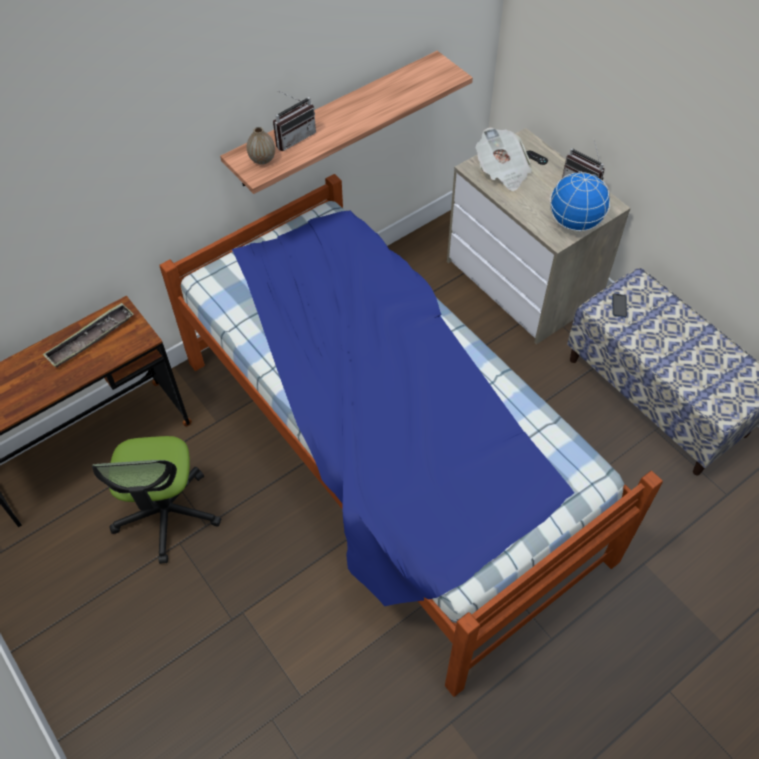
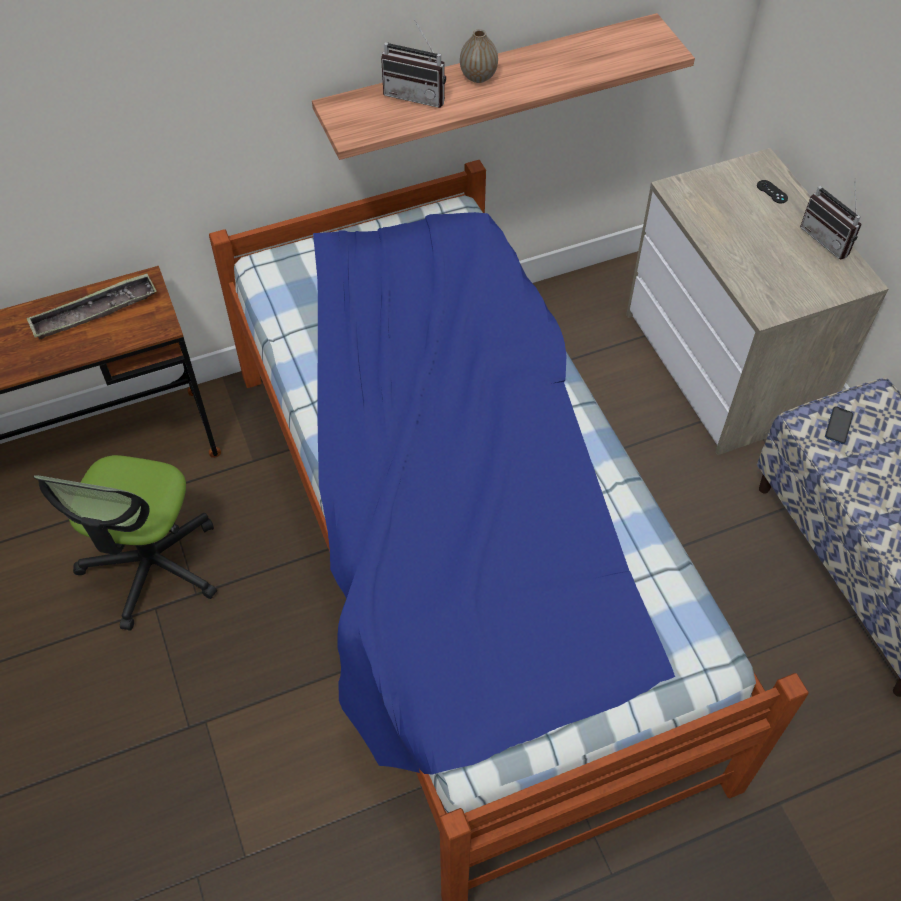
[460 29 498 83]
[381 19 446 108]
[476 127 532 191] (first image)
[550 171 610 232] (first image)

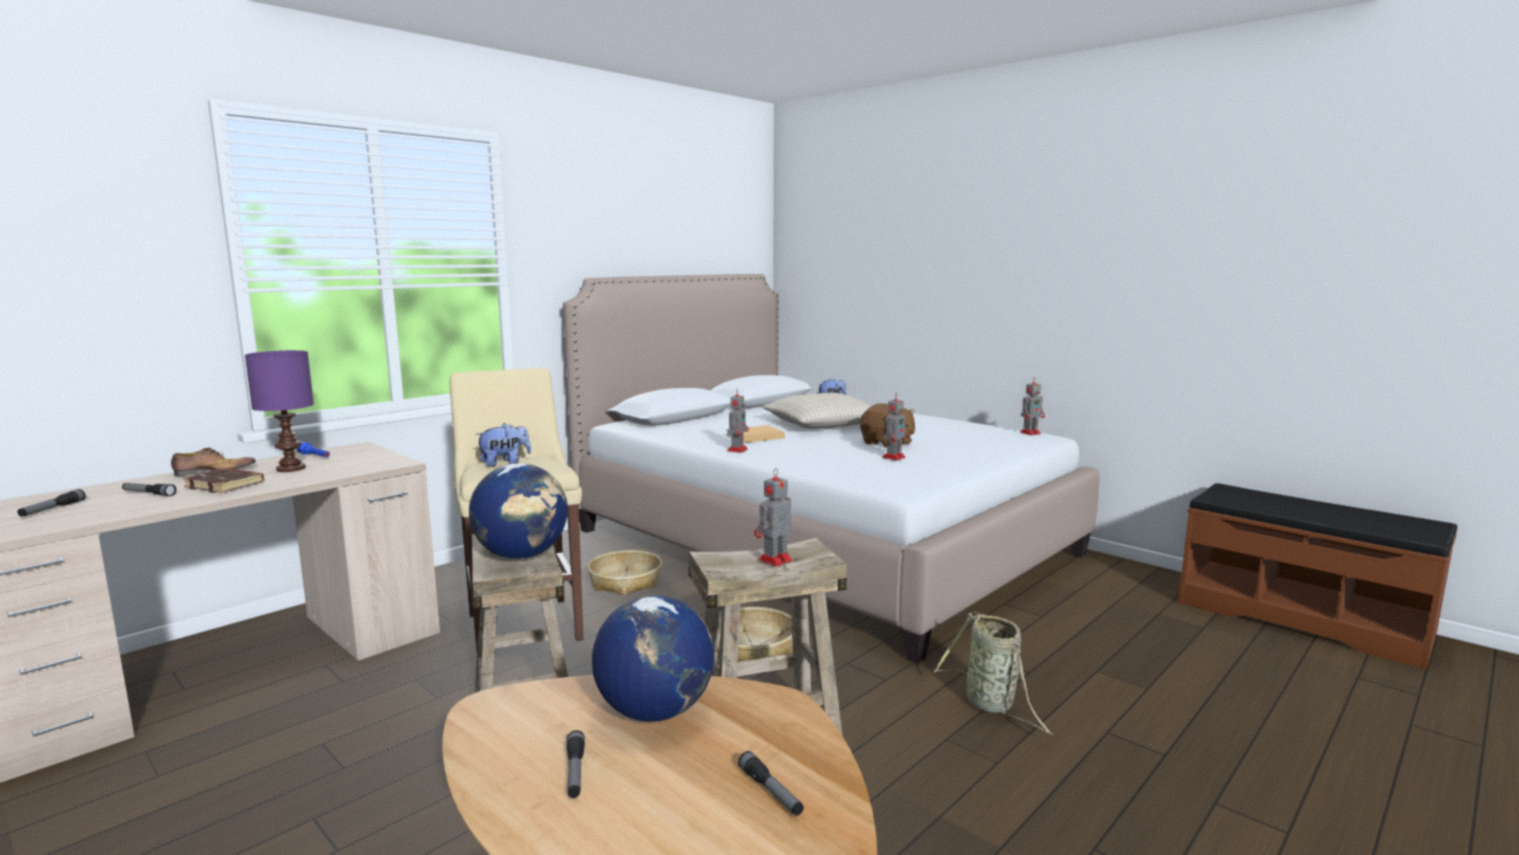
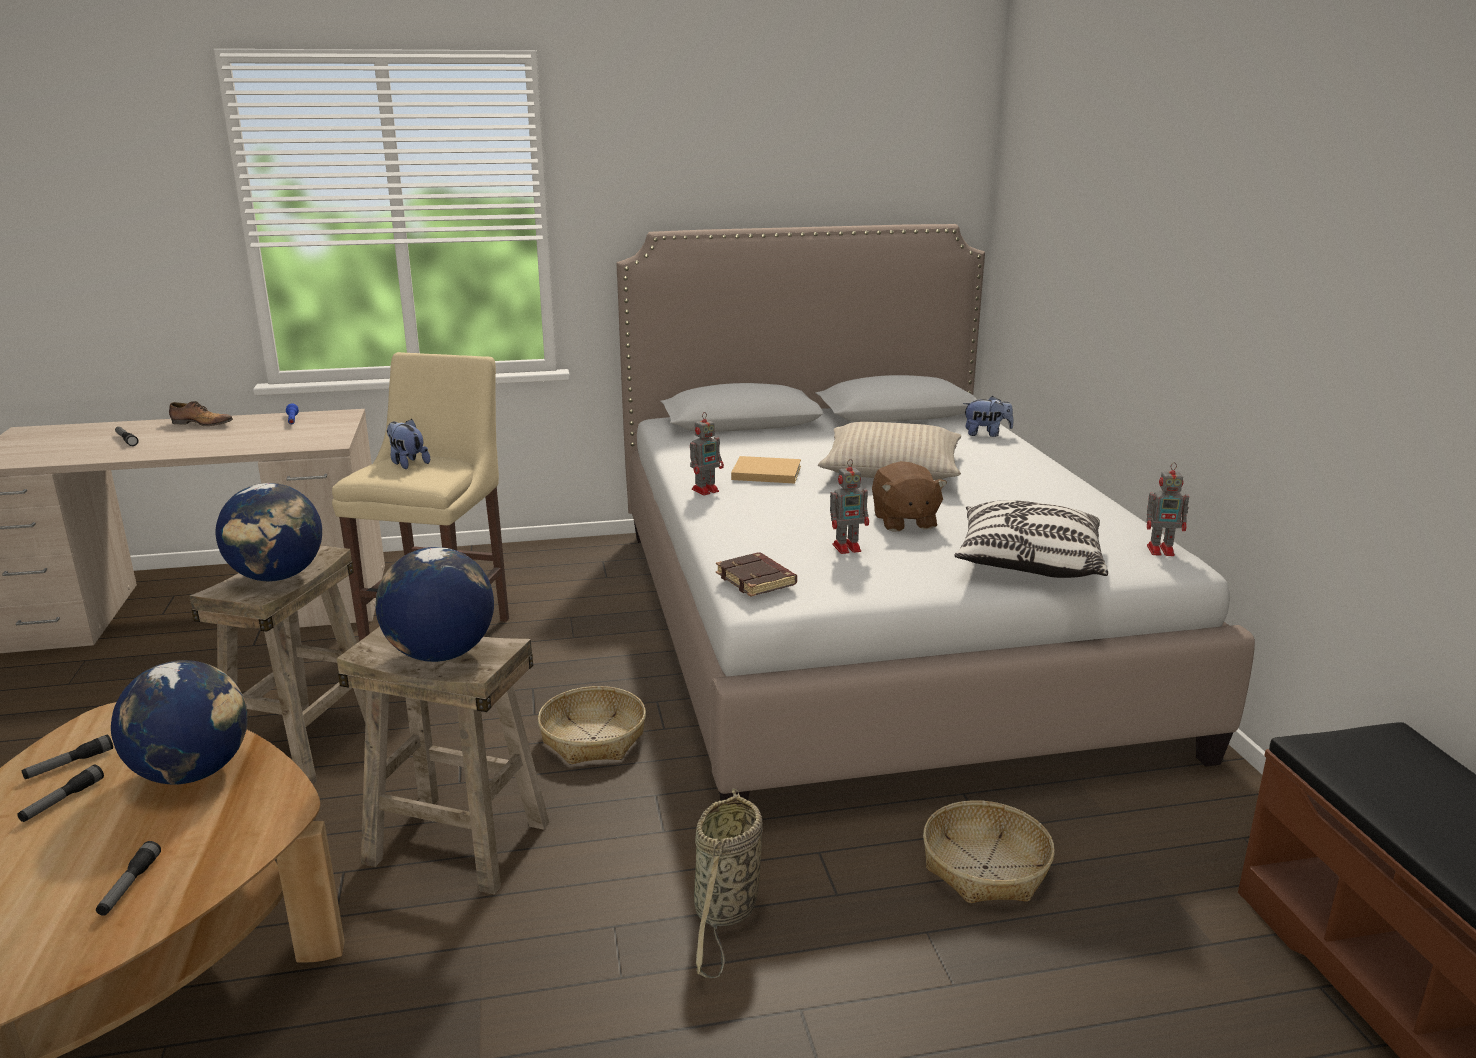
[22 734 113 779]
[716 552 797 597]
[245 350 314 472] (first image)
[387 419 430 469]
[923 800 1055 903]
[376 547 494 662]
[954 500 1108 578]

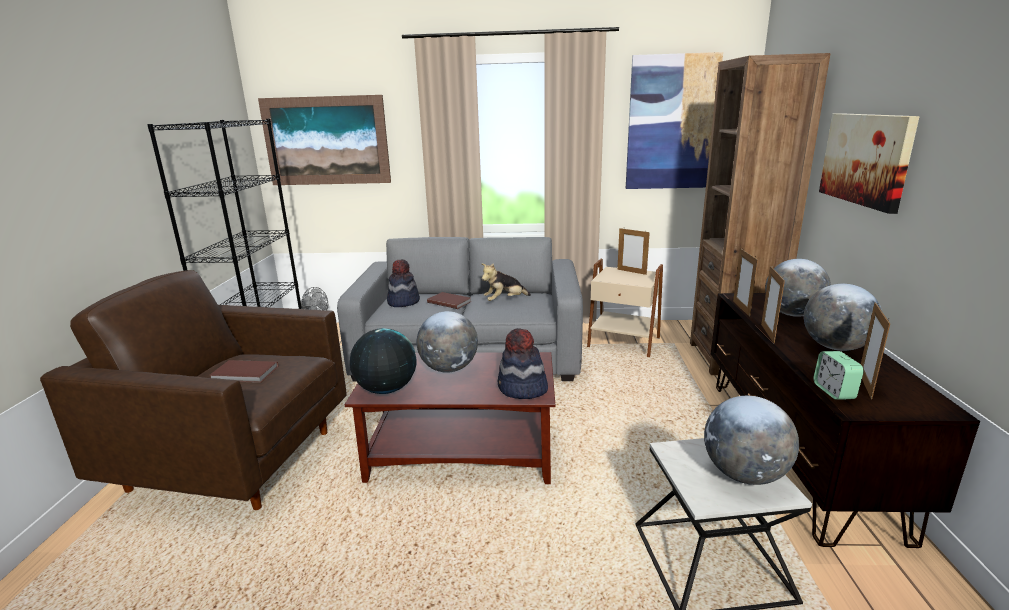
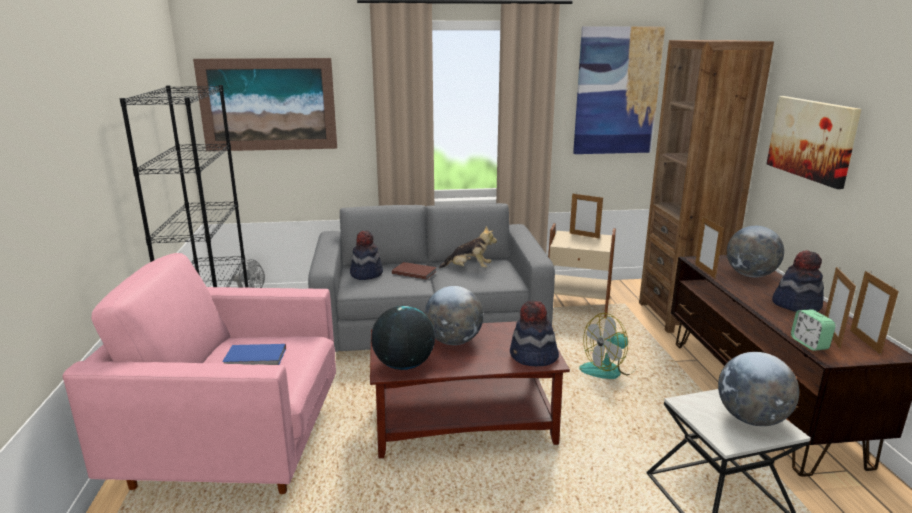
[62 253 336 494]
[222 344 286 365]
[439 226 497 268]
[850 271 899 355]
[772 250 824 312]
[579 313 636 379]

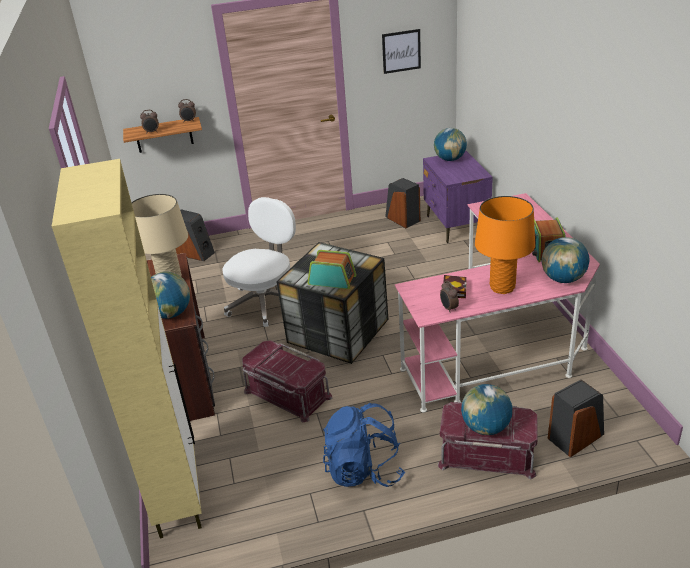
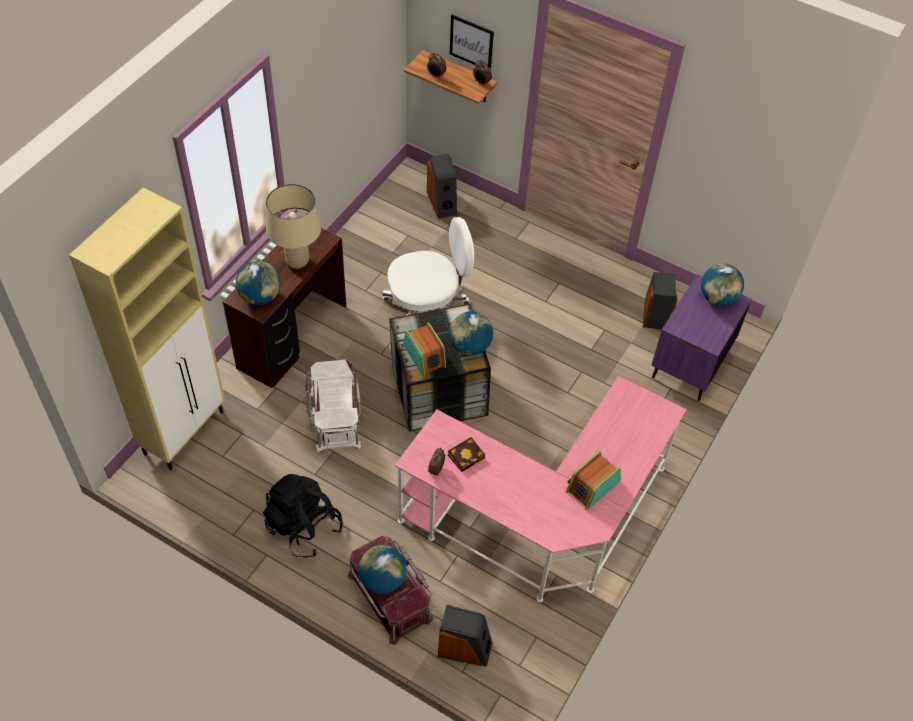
[306 360 362 453]
[263 474 343 558]
[450 15 494 68]
[475 196 535 294] (first image)
[449 311 493 355]

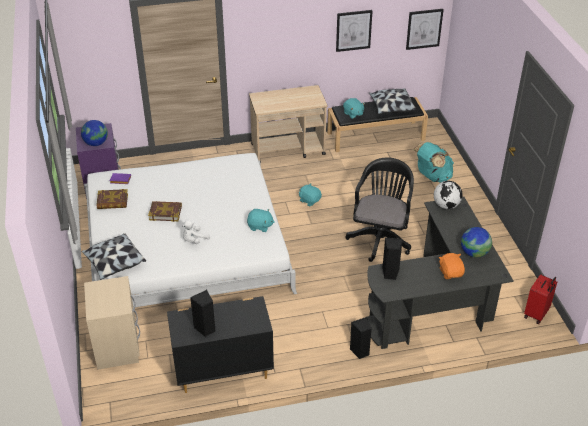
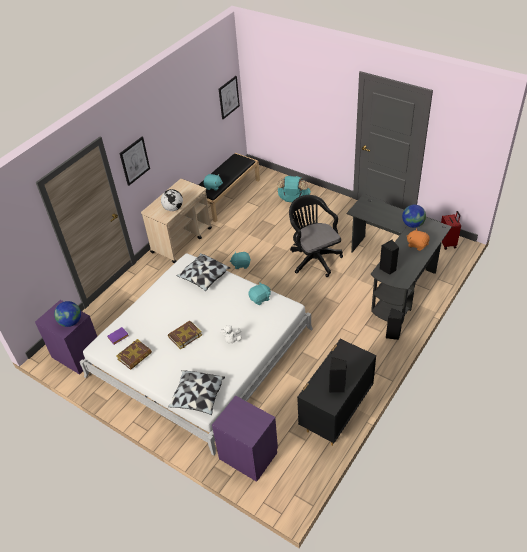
[212 396 278 482]
[119 137 150 186]
[177 253 230 291]
[161 189 183 211]

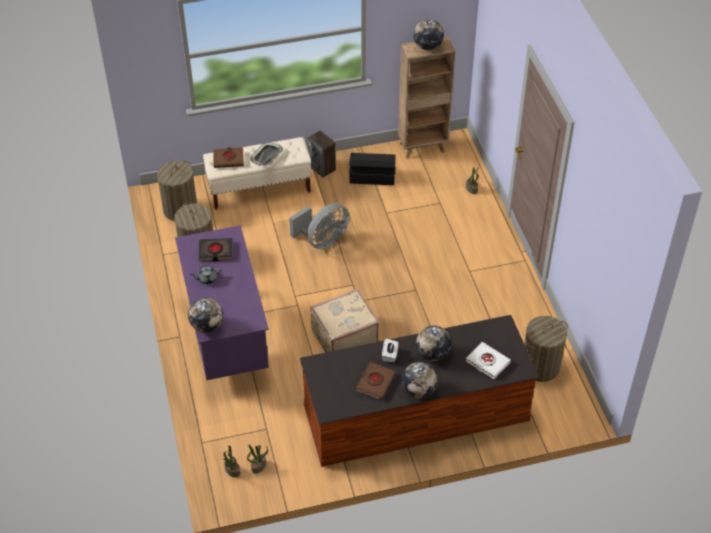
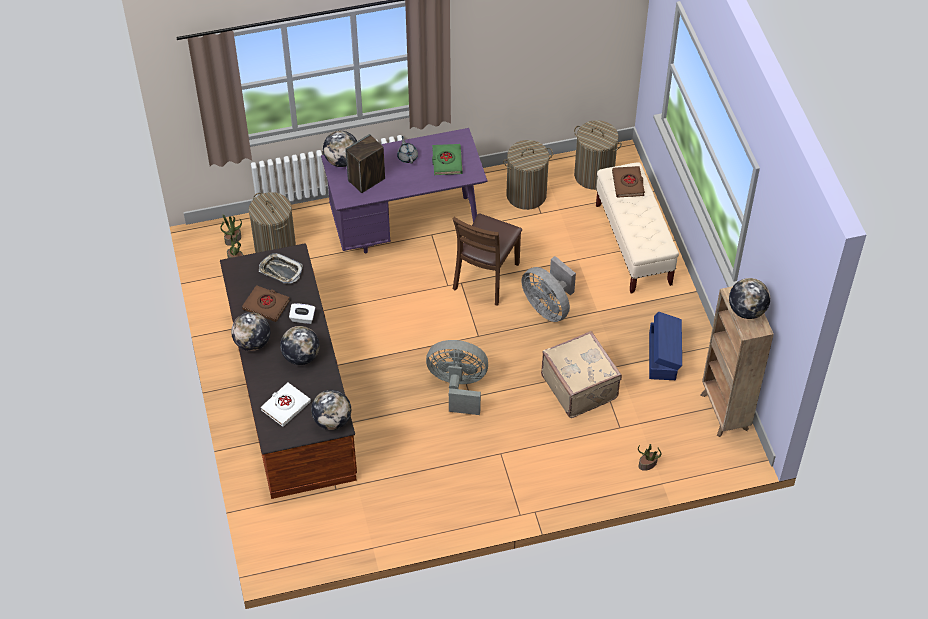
[432 144 463 175]
[259 253 303 283]
[345 134 385 193]
[541 331 622 418]
[649 312 682 380]
[249 192 296 253]
[311 390 351 430]
[426 340 488 415]
[452 213 522 306]

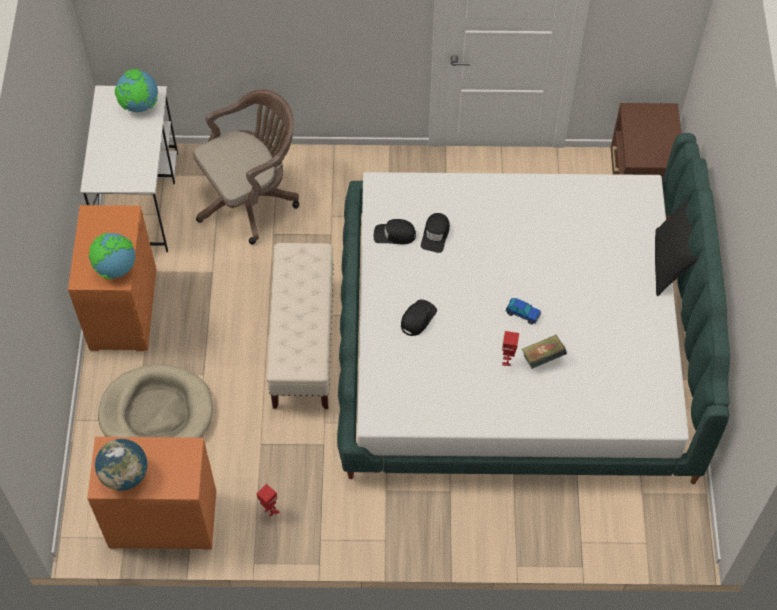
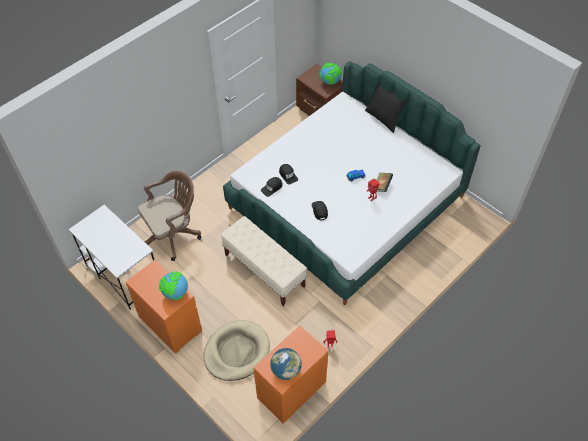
[320 63 342 85]
[138 171 201 261]

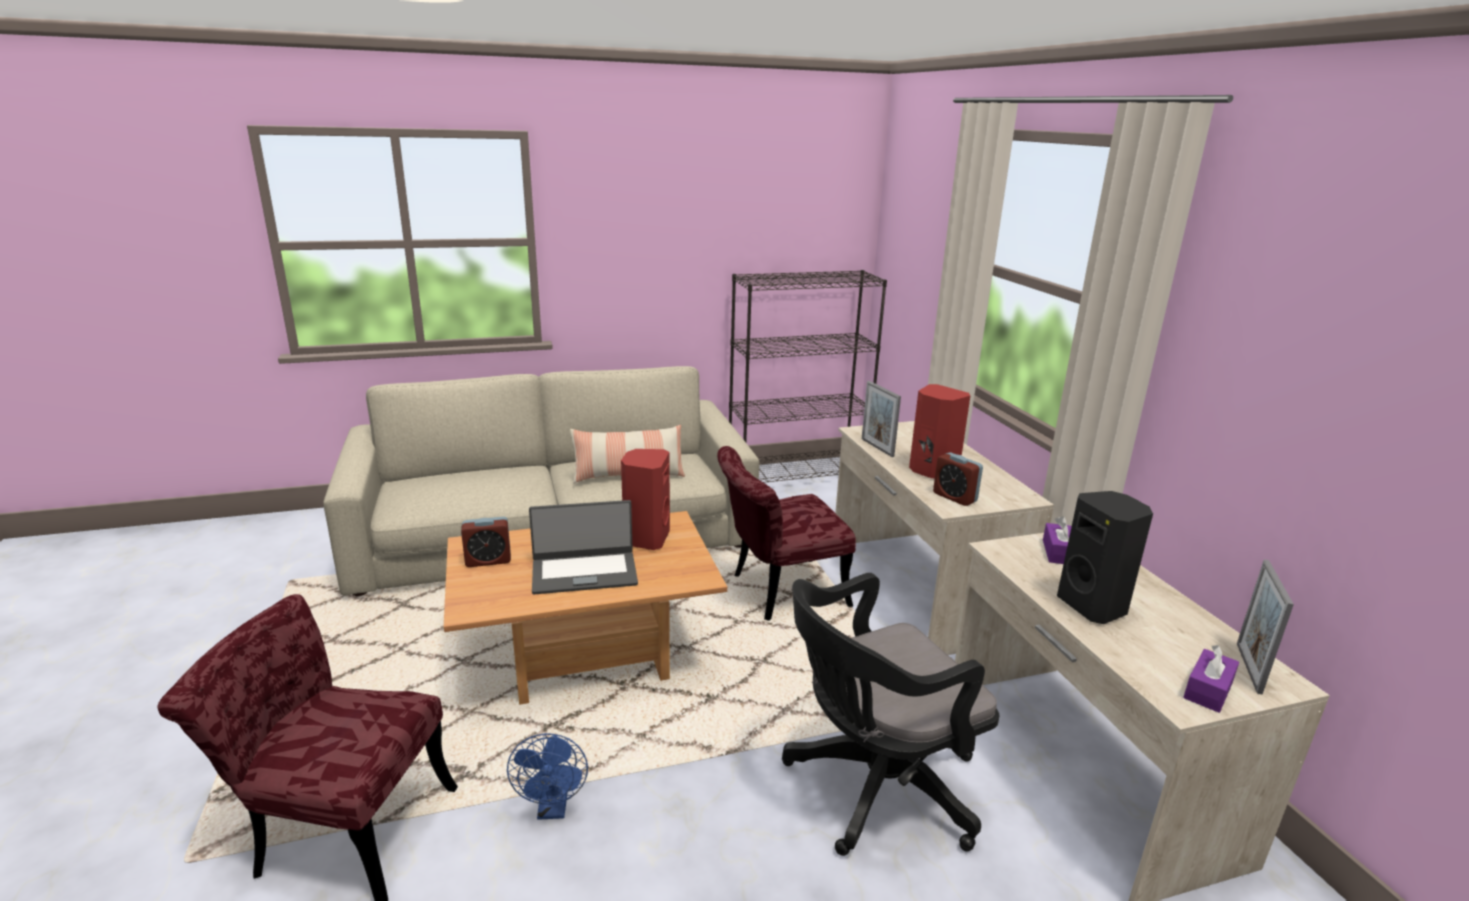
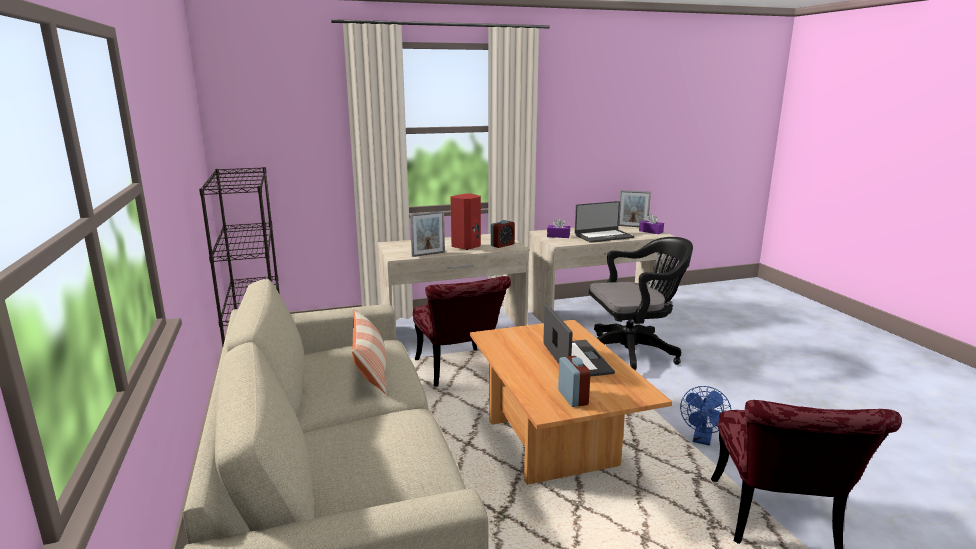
[680 386 731 446]
[621 449 670 550] (first image)
[589 237 693 370]
[575 201 634 243]

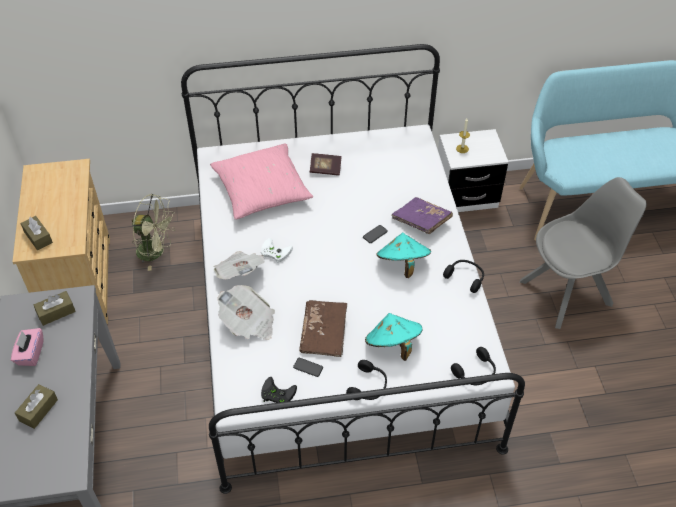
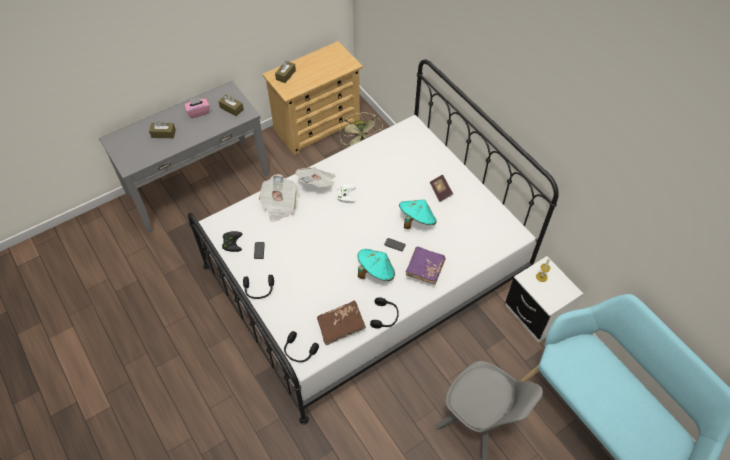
[210 144 313 220] (first image)
[317 301 366 345]
[399 200 437 229]

